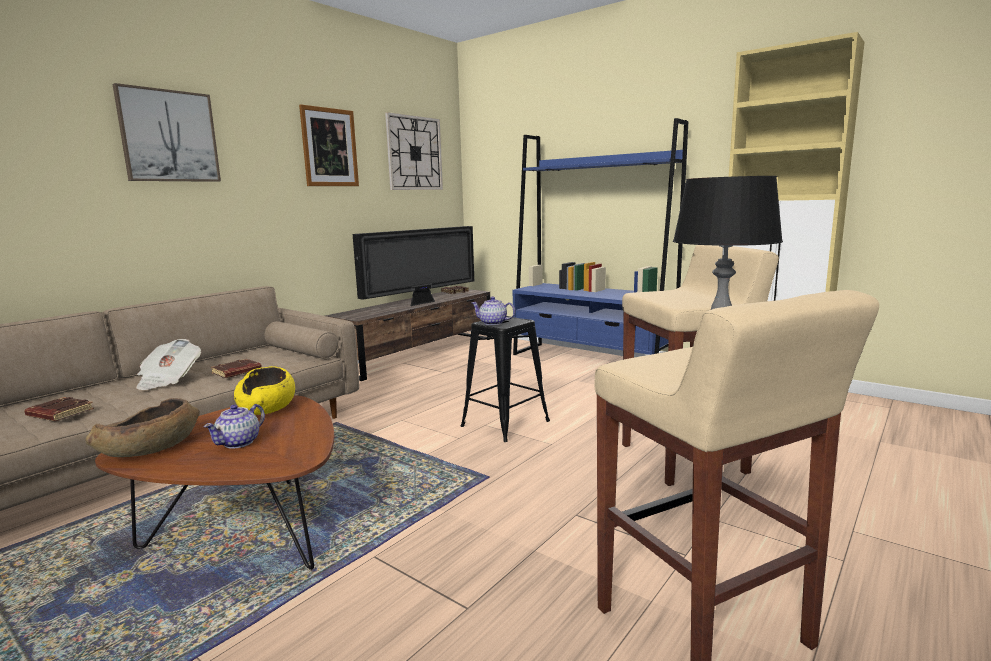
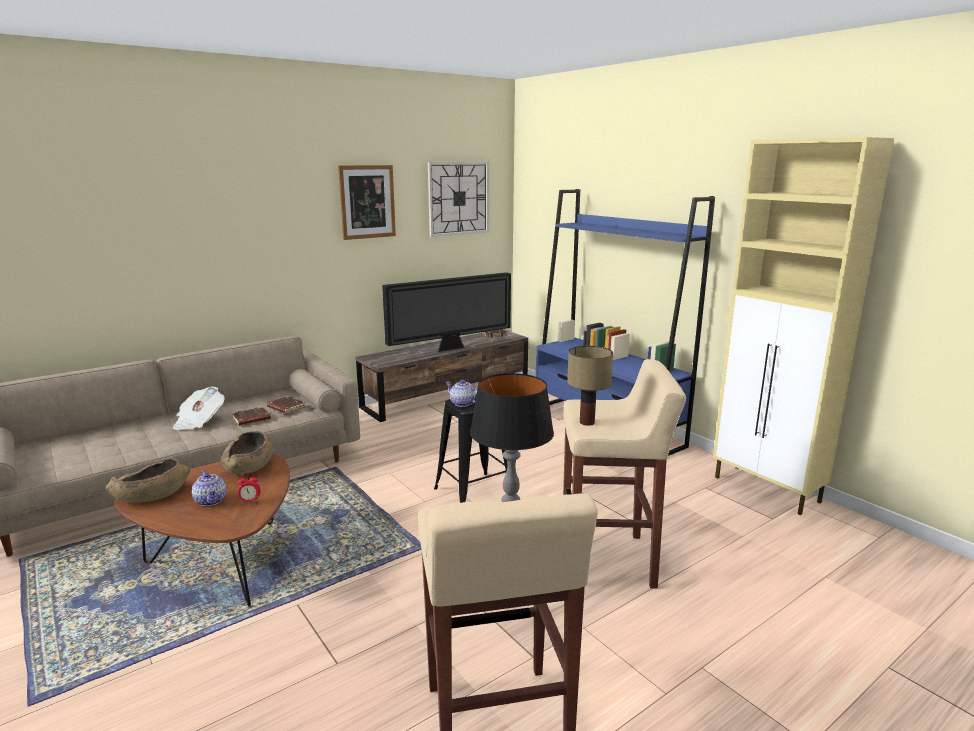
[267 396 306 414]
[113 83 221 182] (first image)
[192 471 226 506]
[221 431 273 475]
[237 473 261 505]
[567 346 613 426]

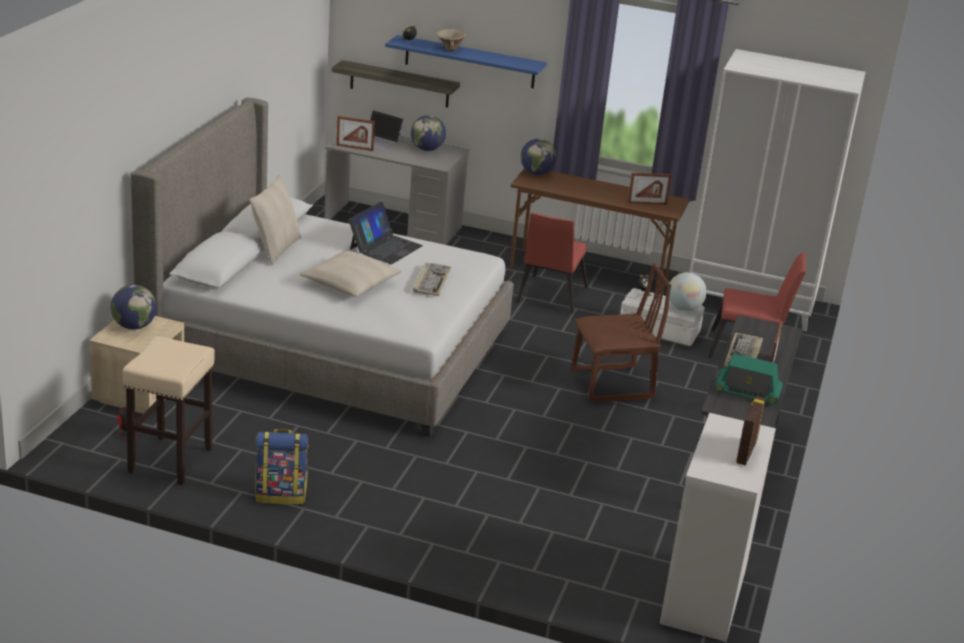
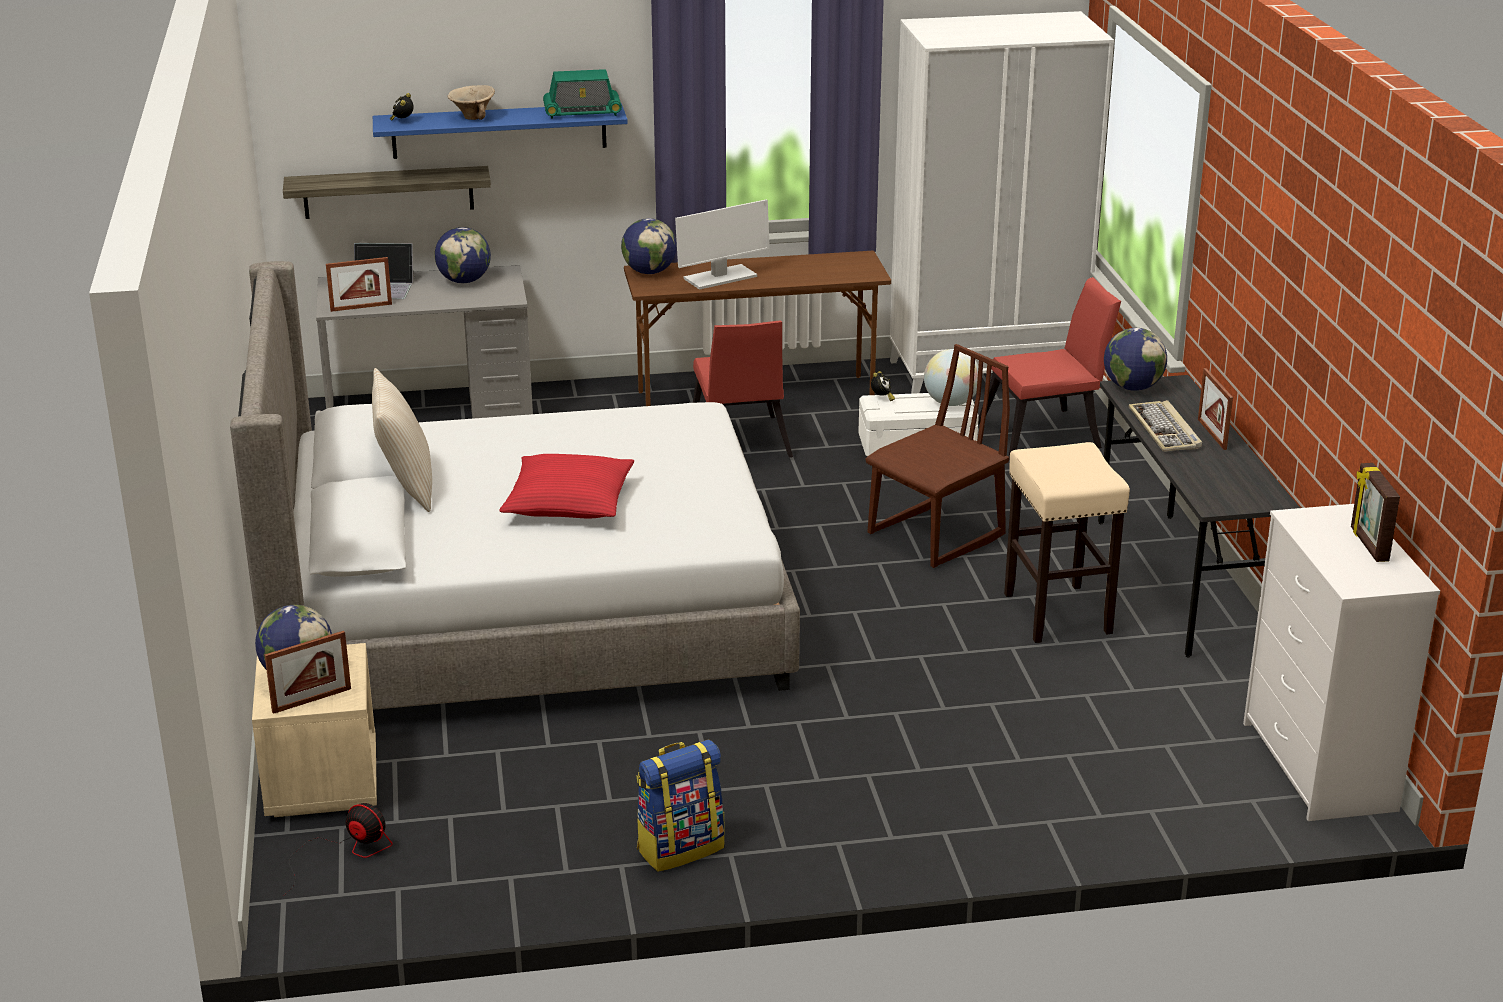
[1004 442 1130 643]
[499 454 634 518]
[349 202 423 264] (first image)
[413 262 451 296] (first image)
[265 631 351 714]
[543 69 622 119]
[675 199 770 290]
[1104 328 1167 391]

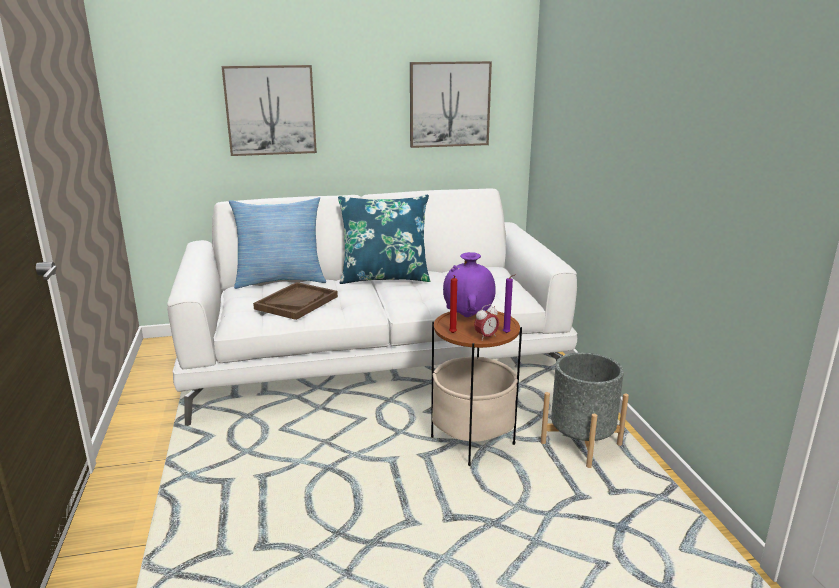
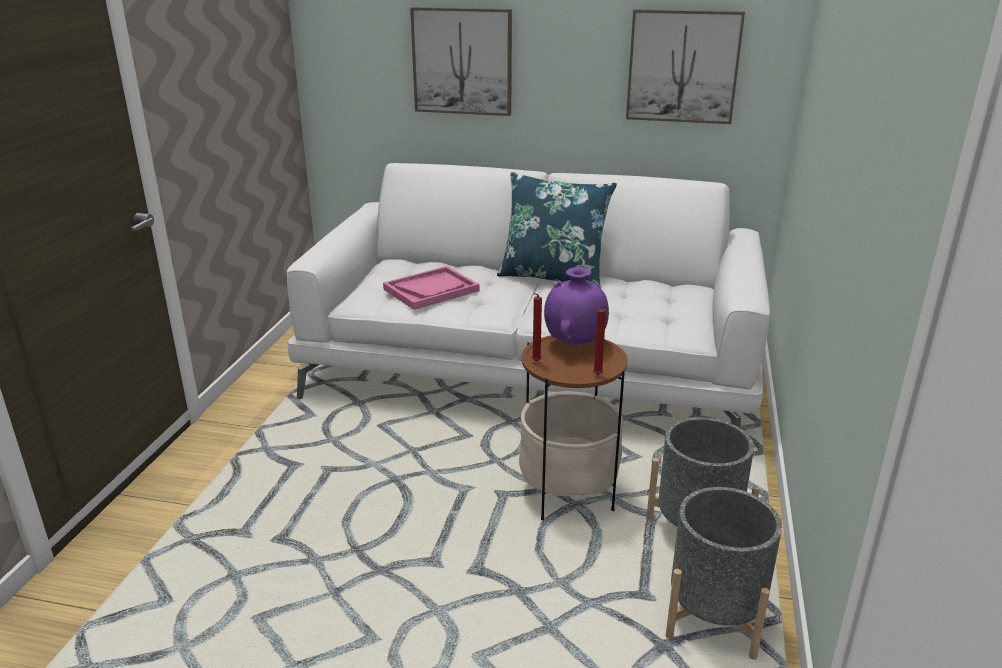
[229 197 326 289] (first image)
[383 266 479 310]
[474 304 499 341] (first image)
[593 305 607 375]
[666 487 782 660]

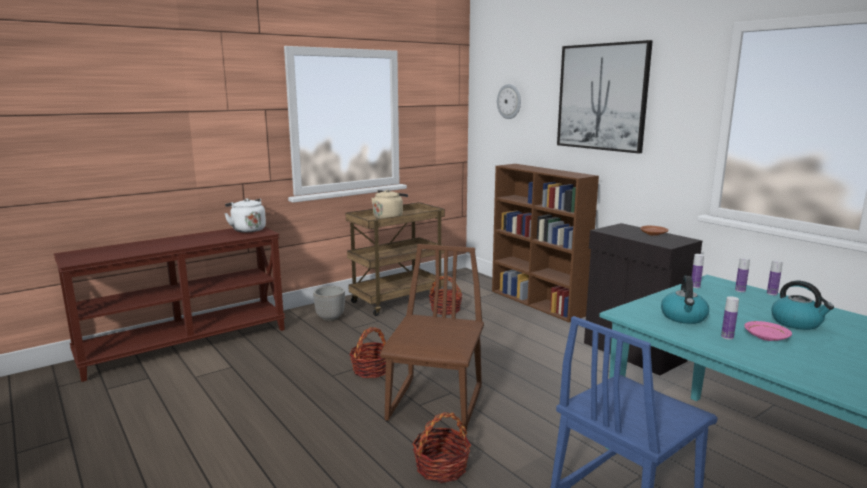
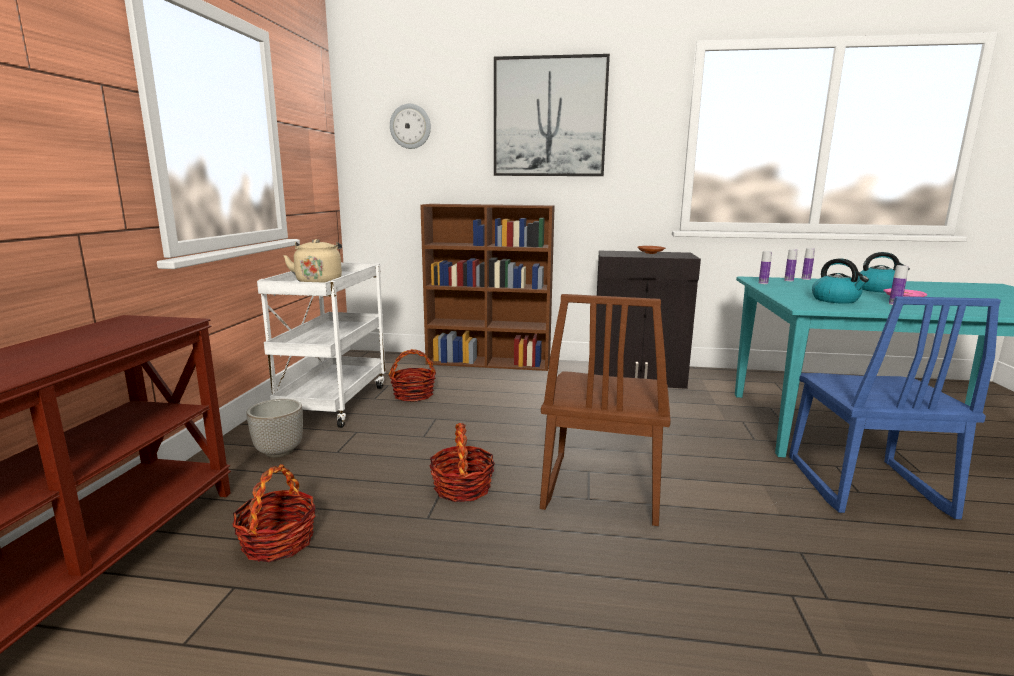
[224 198 266 233] (first image)
[257 262 386 428]
[540 294 671 526]
[233 464 316 562]

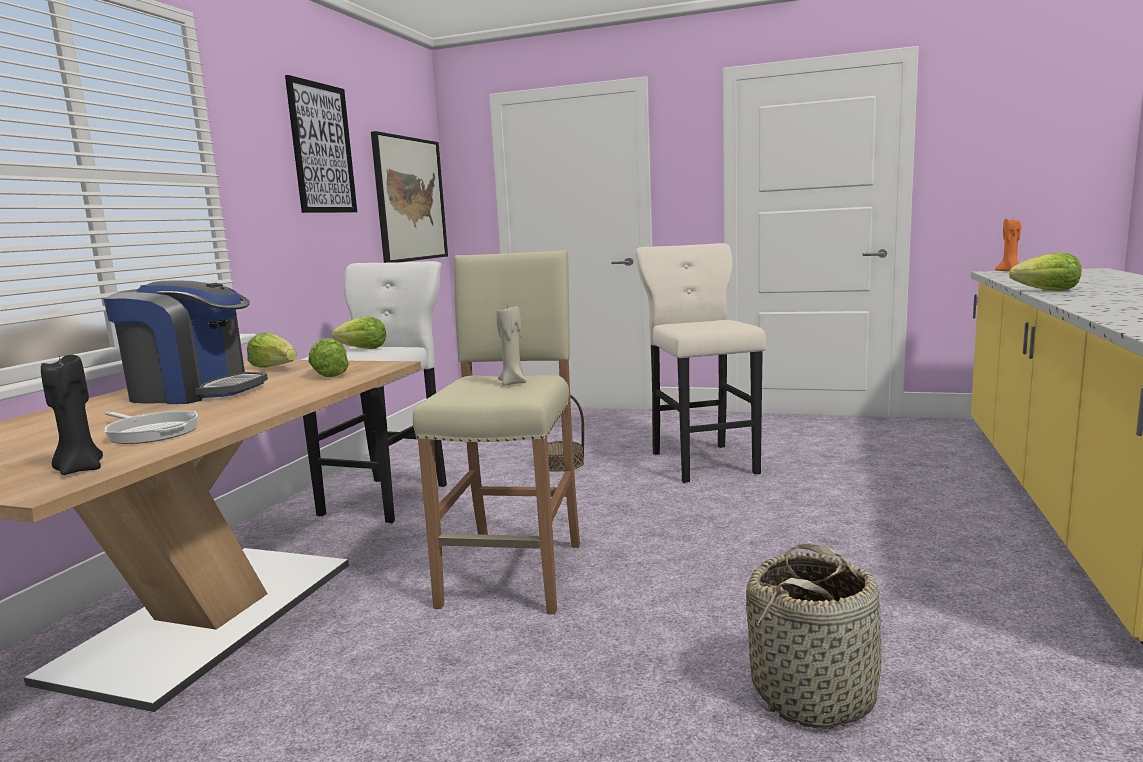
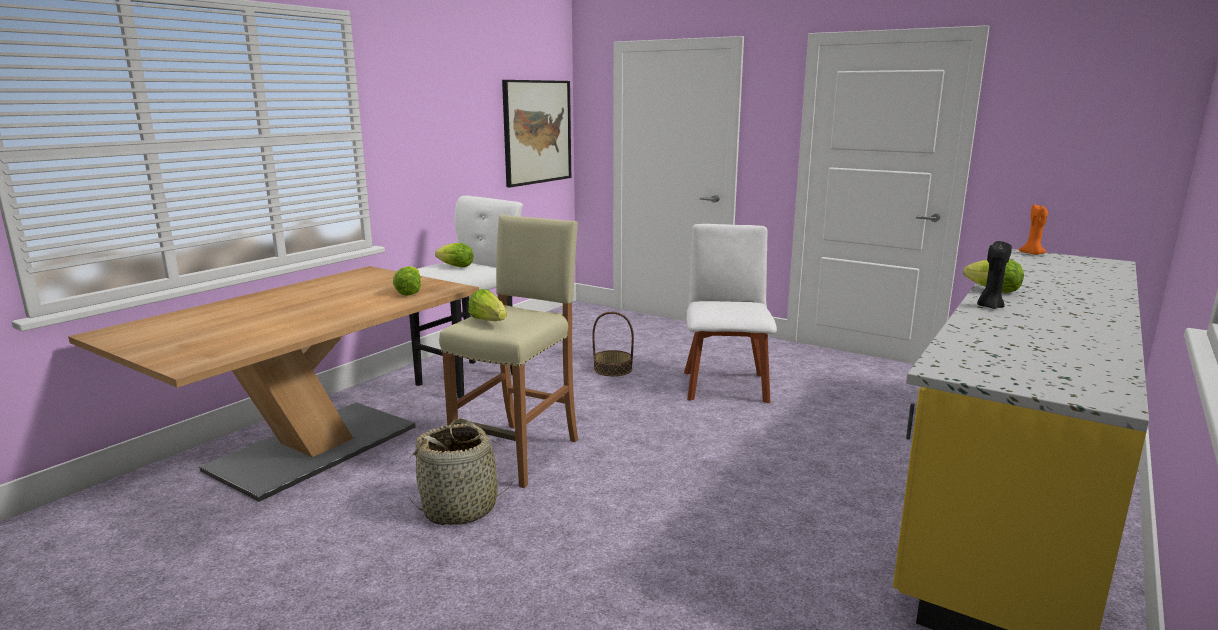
[977 241 1012 309]
[103 280 268 404] (first image)
[104 411 198 444] (first image)
[468 289 507 321]
[285 75 357 213] (first image)
[496 304 527 386] (first image)
[684 224 777 403]
[409 418 515 525]

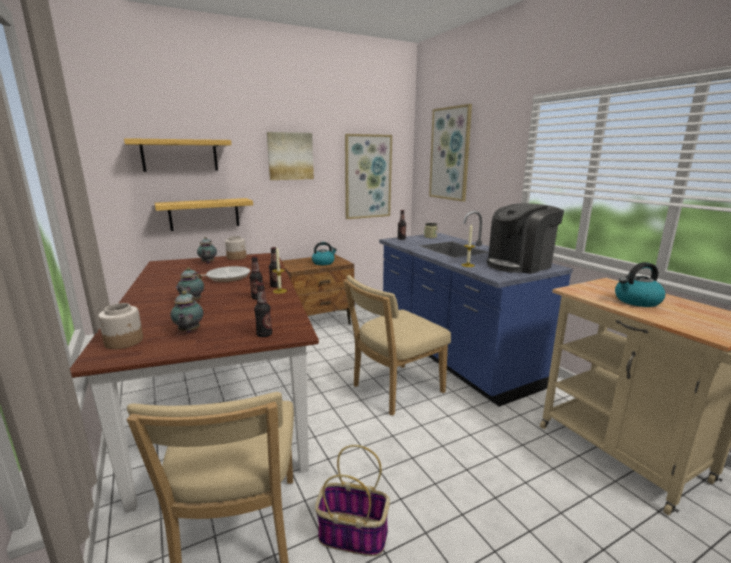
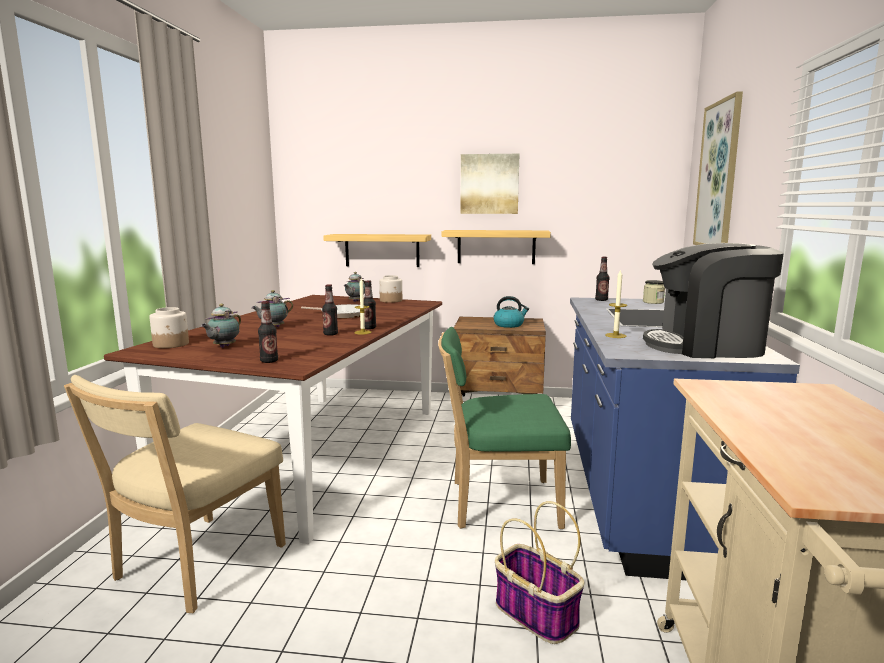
[442 230 551 264]
[495 501 585 644]
[438 327 571 529]
[345 134 392 219] (first image)
[615 262 665 307] (first image)

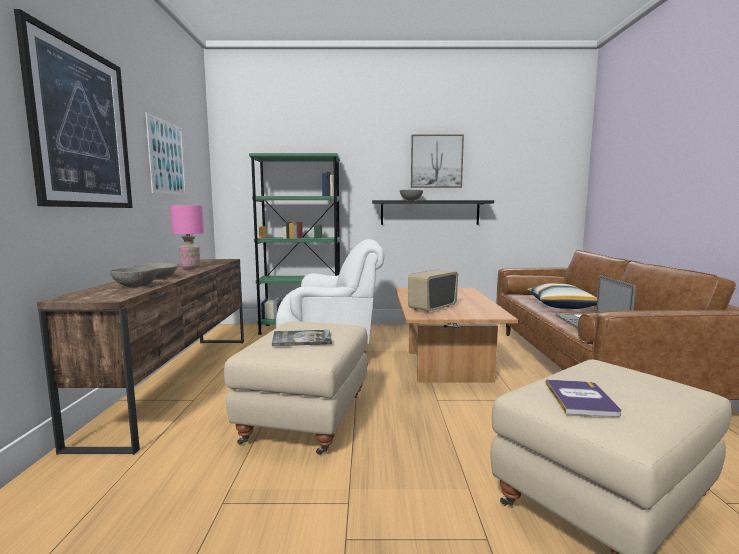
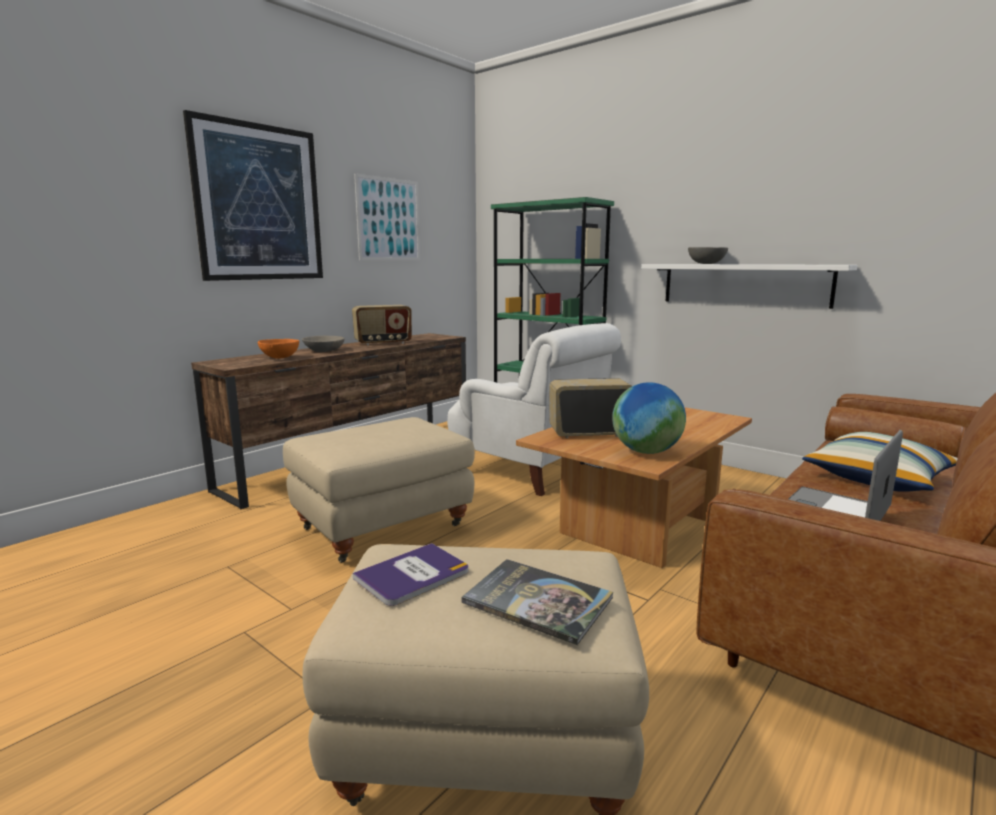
[257 339 299 359]
[352 305 412 346]
[462 559 613 645]
[641 264 858 309]
[411 134 464 188] (first image)
[612 382 686 454]

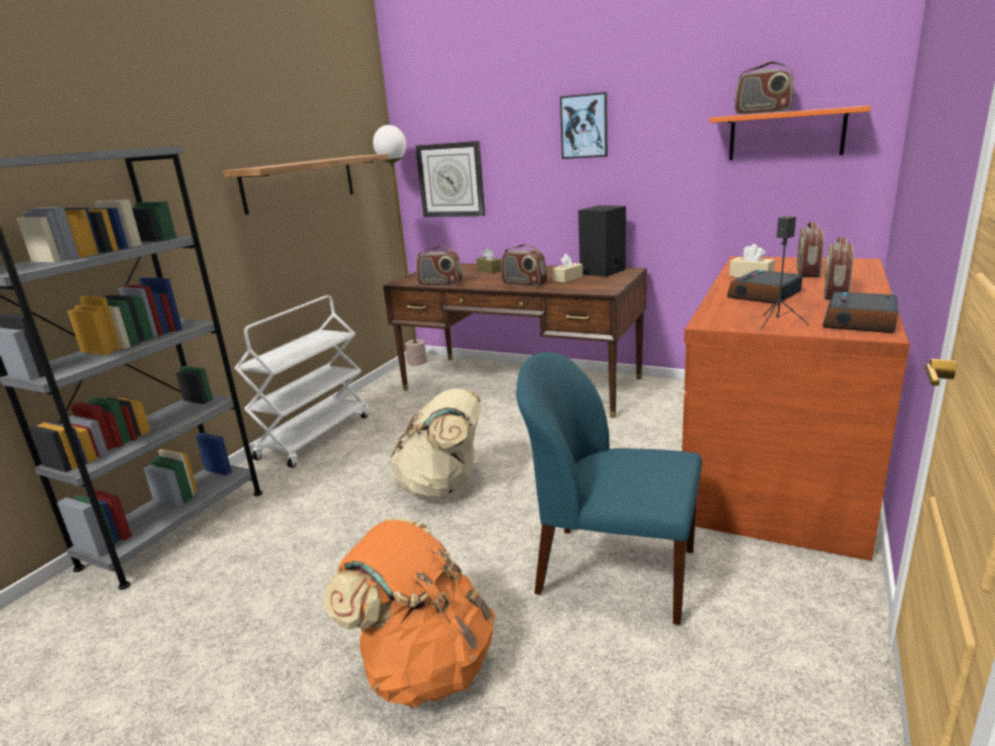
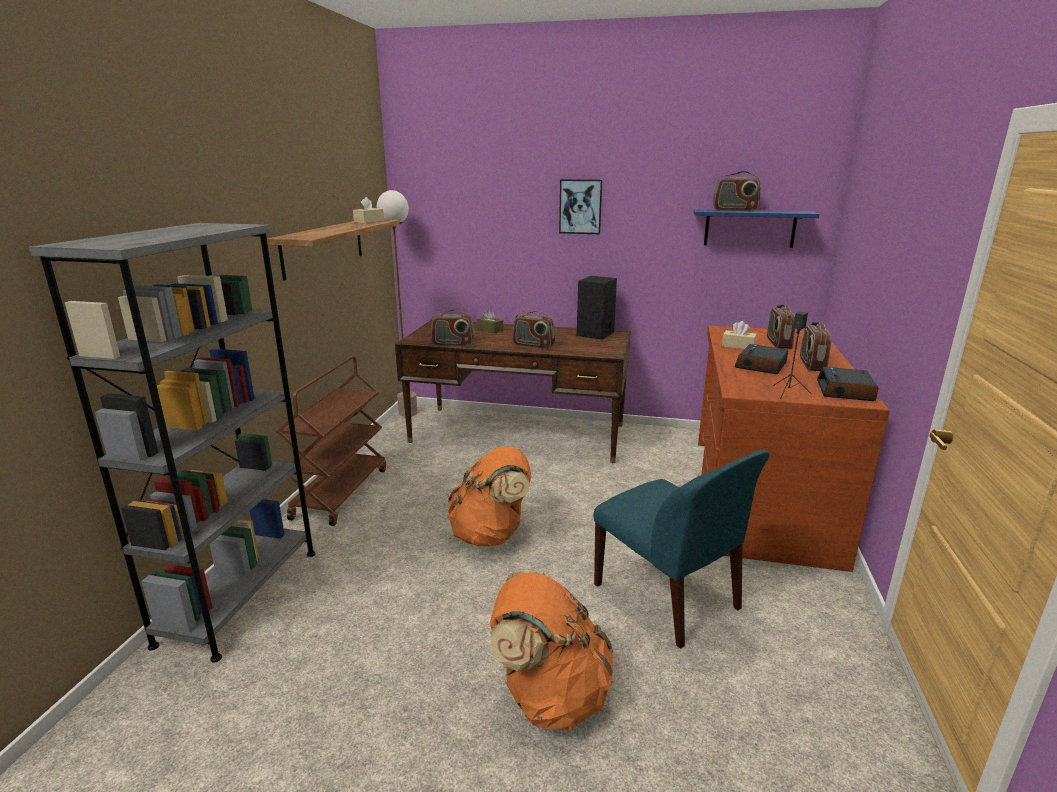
[276 356 386 526]
[447 446 532 546]
[415 141 485 217] (first image)
[593 450 769 649]
[353 197 384 223]
[694 209 819 248]

